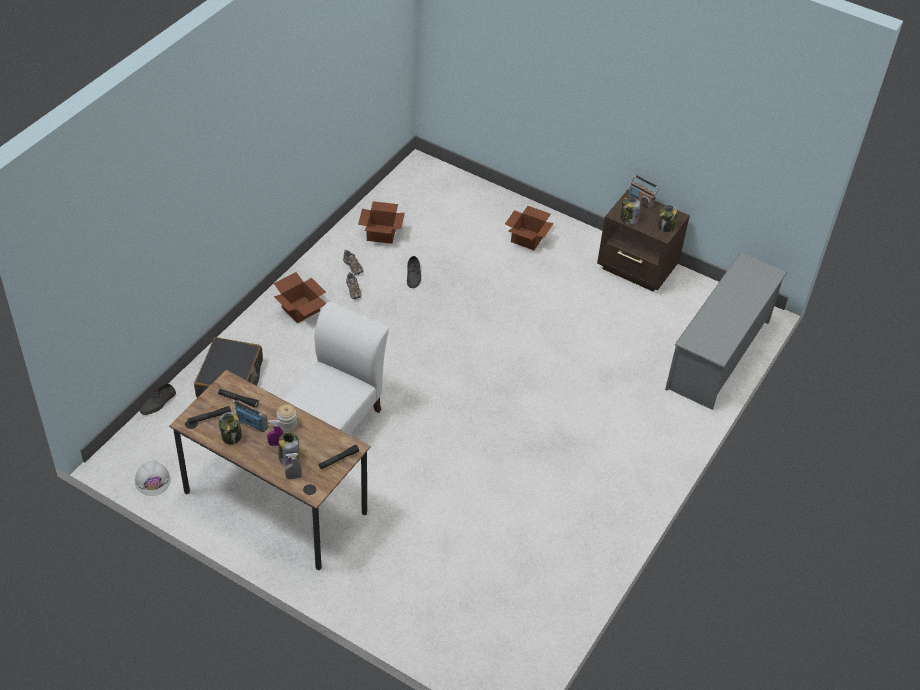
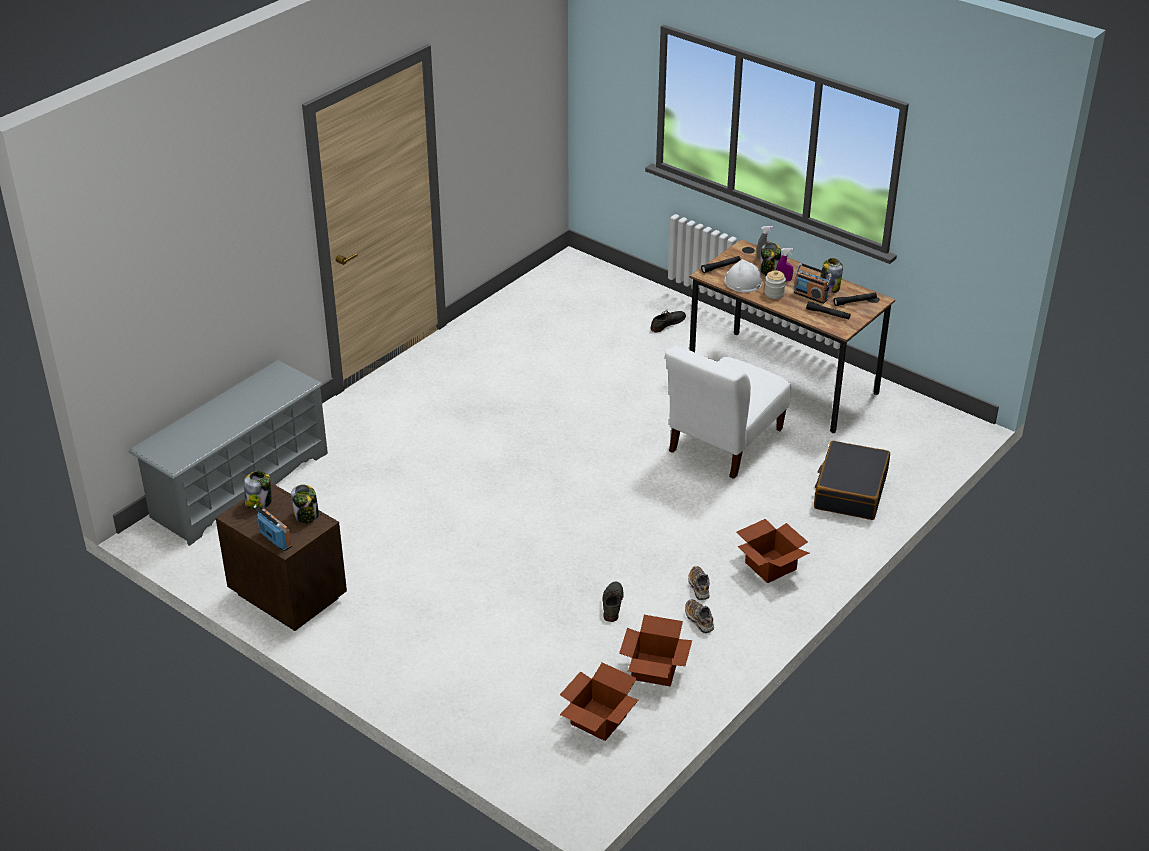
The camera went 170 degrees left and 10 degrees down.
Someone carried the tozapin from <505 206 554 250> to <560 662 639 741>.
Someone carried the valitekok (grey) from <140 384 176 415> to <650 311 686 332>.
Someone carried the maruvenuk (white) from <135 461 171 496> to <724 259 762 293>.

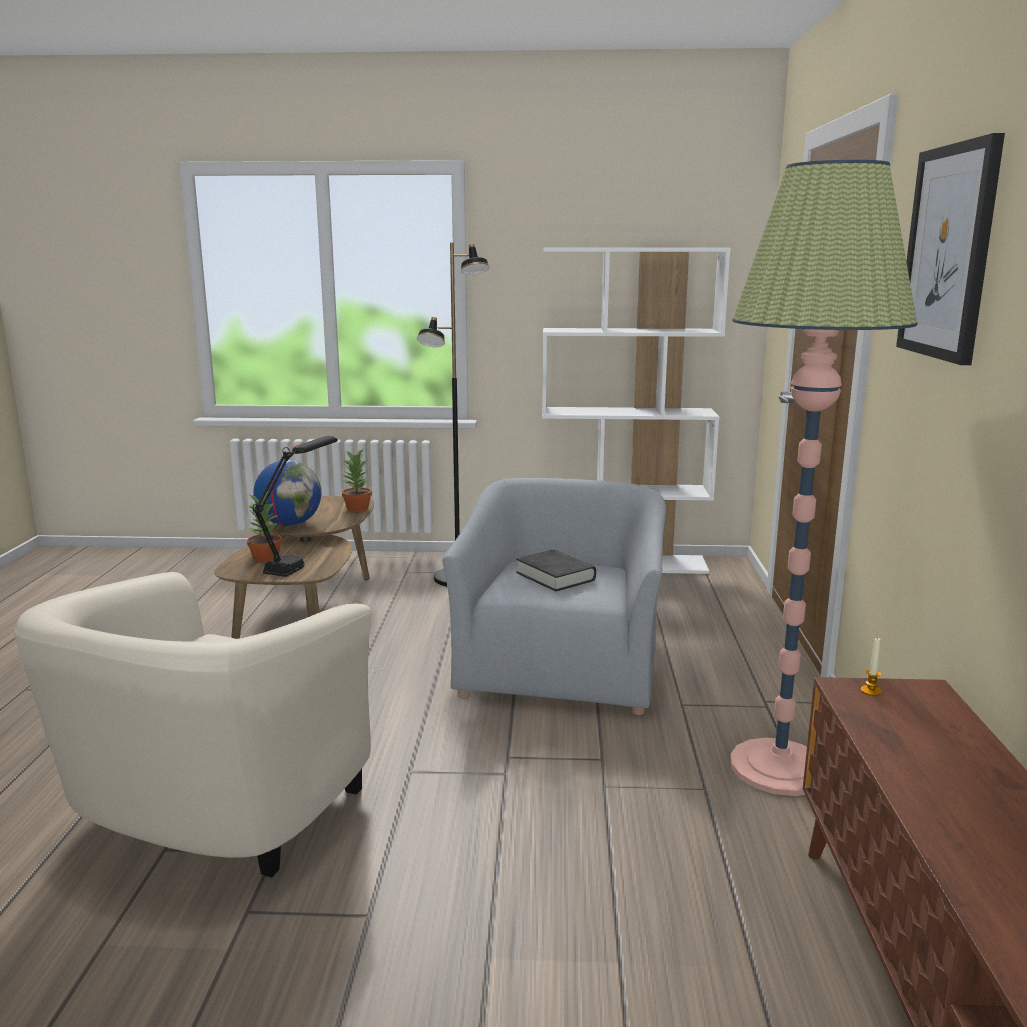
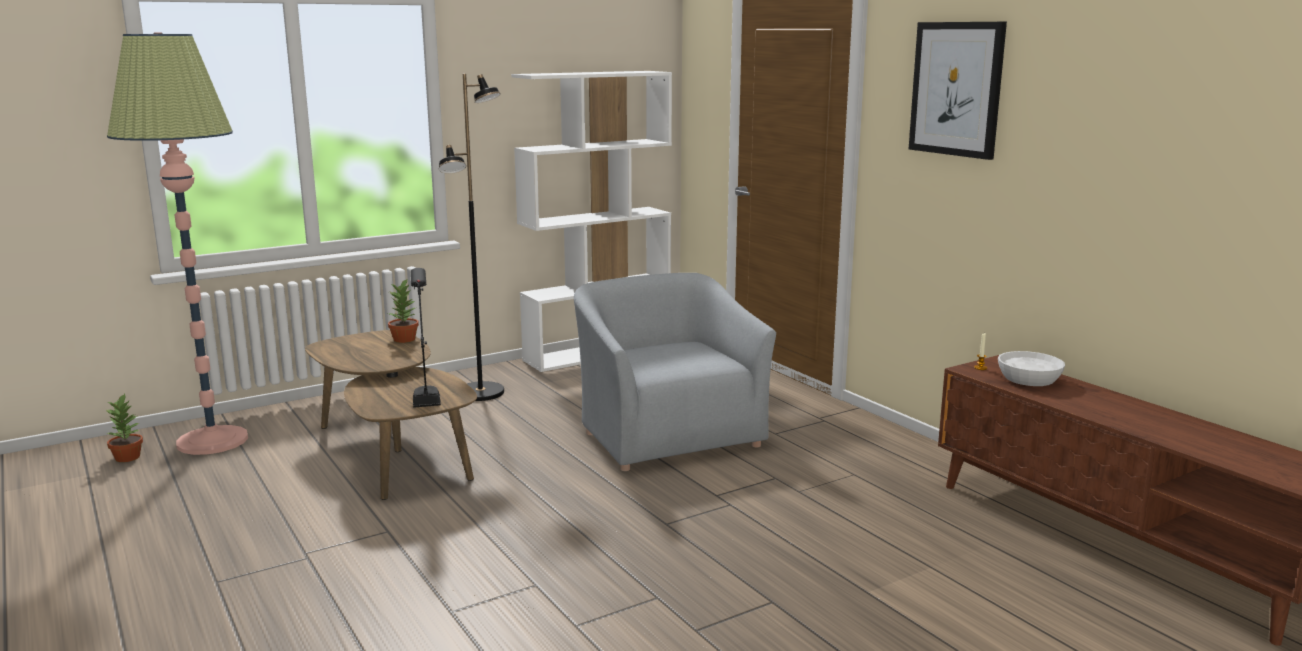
The camera went 35 degrees left and 0 degrees up.
Someone carried the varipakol from <246 491 282 562> to <105 394 143 462>.
Someone carried the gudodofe from <730 160 917 796> to <107 32 248 455>.
Someone put down the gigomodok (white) at <998 351 1065 386>.
Someone took away the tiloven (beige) at <15 572 371 878>.
Someone took away the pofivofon at <254 460 321 526>.
Someone took away the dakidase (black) at <516 550 596 591>.

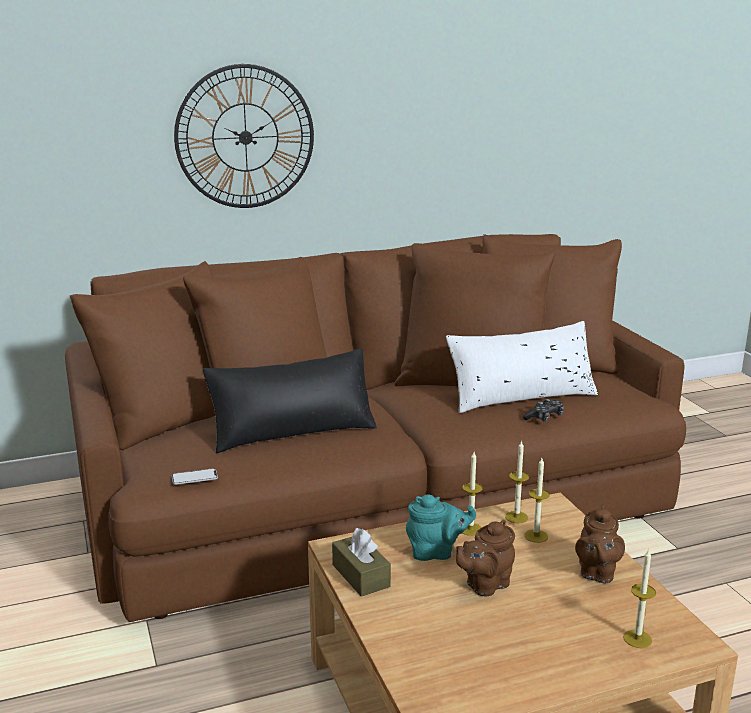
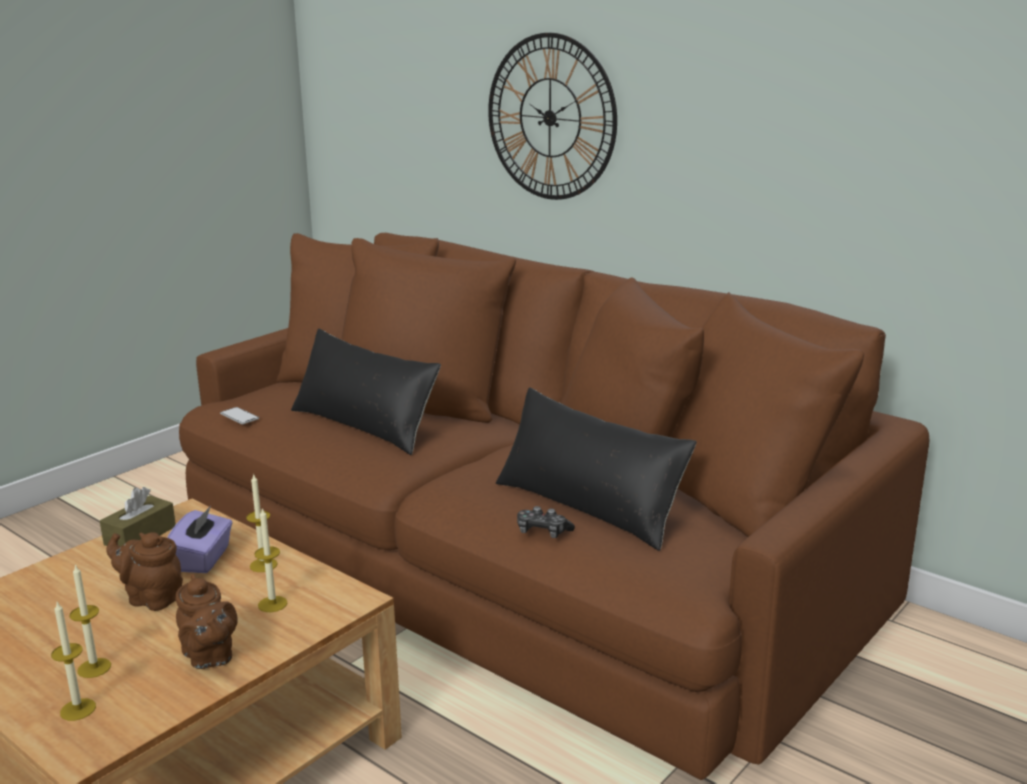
The camera went 60 degrees right and 0 degrees up.
Someone carried the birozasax from <505 440 529 523> to <69 564 111 678>.
Someone swapped the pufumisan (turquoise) at <406 495 476 561> for the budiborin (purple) at <167 506 233 573>.
Someone rotated the pufumisan (brown) at <575 505 625 583> by 105 degrees counterclockwise.
Someone repainted the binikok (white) at <446 321 598 413>, which became the binikok (black) at <496 387 697 551>.

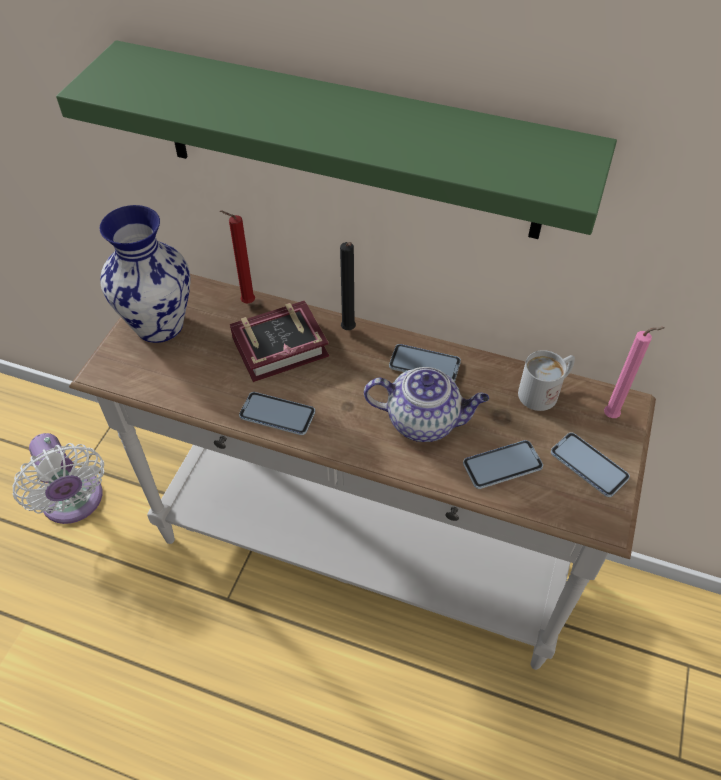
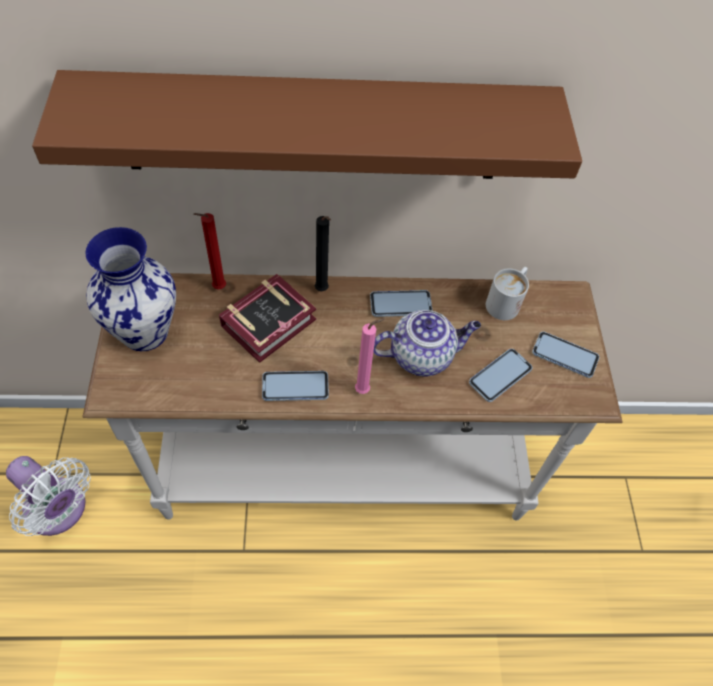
The camera went 25 degrees left and 5 degrees up.
Someone repainted the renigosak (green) at <56 40 617 239>, which became the renigosak (brown) at <32 70 582 179>.
Someone carried the birozasax (pink) from <604 327 665 418> to <355 318 385 394>.

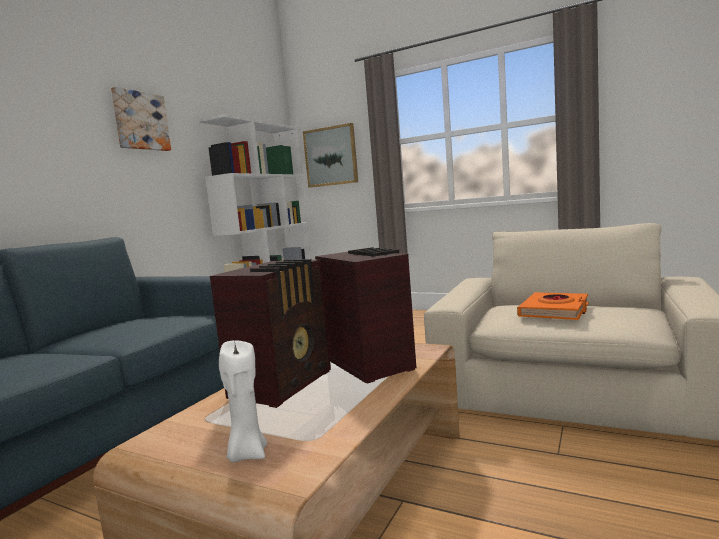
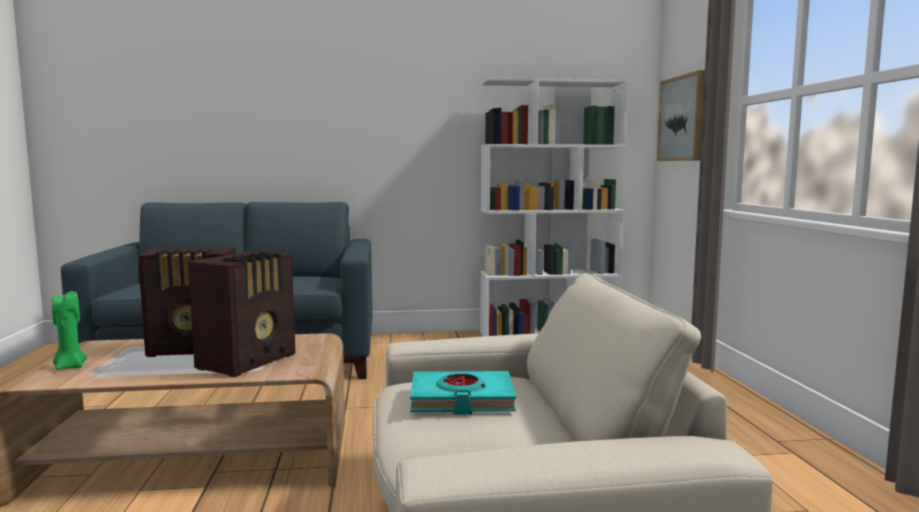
The camera went 55 degrees right and 0 degrees up.
Someone repainted the birozasax (white) at <219 340 267 462>, which became the birozasax (green) at <52 291 87 370>.
Someone repainted the dakidase (orange) at <517 292 589 320>, which became the dakidase (turquoise) at <410 371 516 415>.
Someone took away the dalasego at <111 87 171 151>.

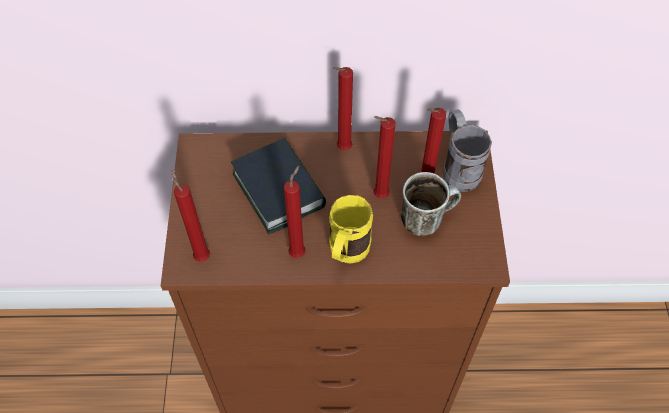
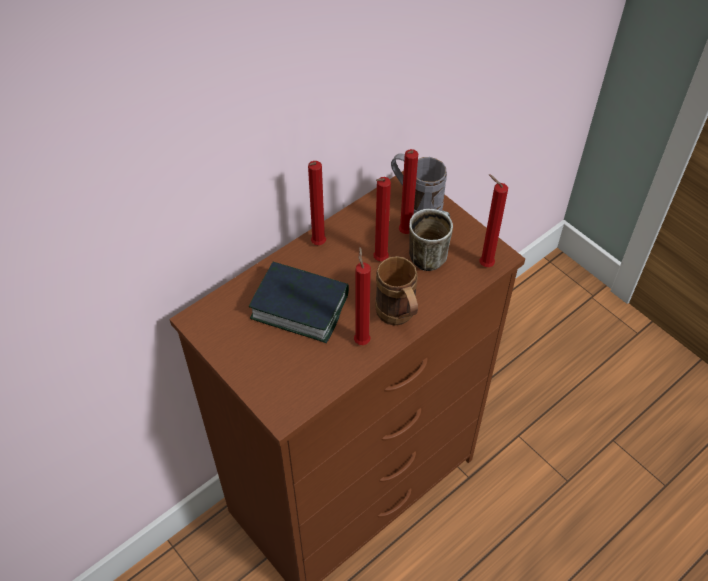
The camera went 40 degrees left and 5 degrees down.
Someone repainted the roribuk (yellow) at <329 195 373 263>, which became the roribuk (brown) at <375 256 418 326>.
Someone carried the birozasax (red) from <172 170 210 262> to <479 174 508 267>.

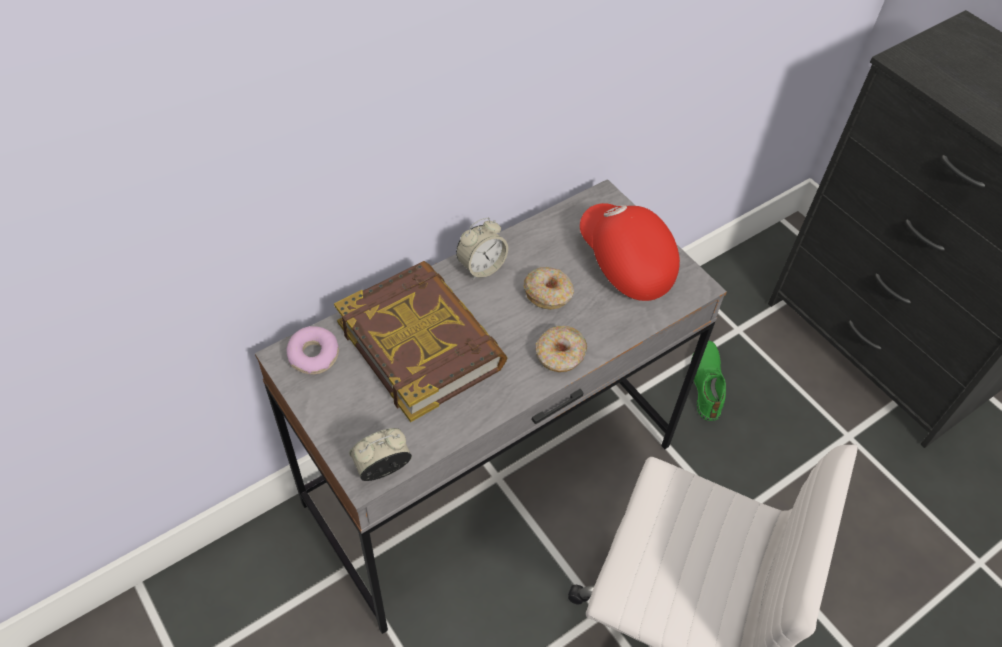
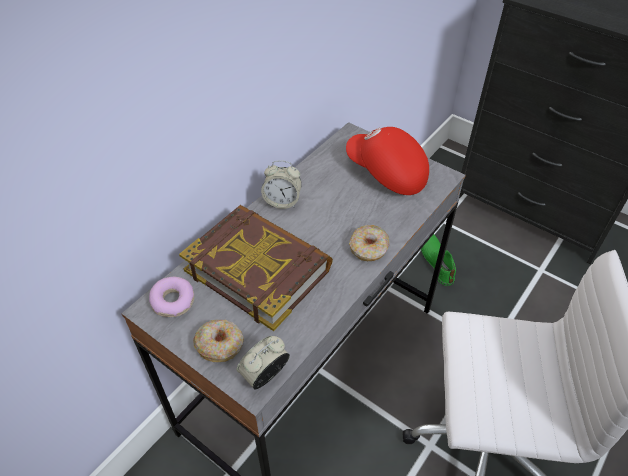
The camera went 15 degrees left and 5 degrees down.
Someone carried the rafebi from <524 267 574 310> to <193 320 244 362>.
Someone rotated the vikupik at <456 218 508 280> by 60 degrees clockwise.

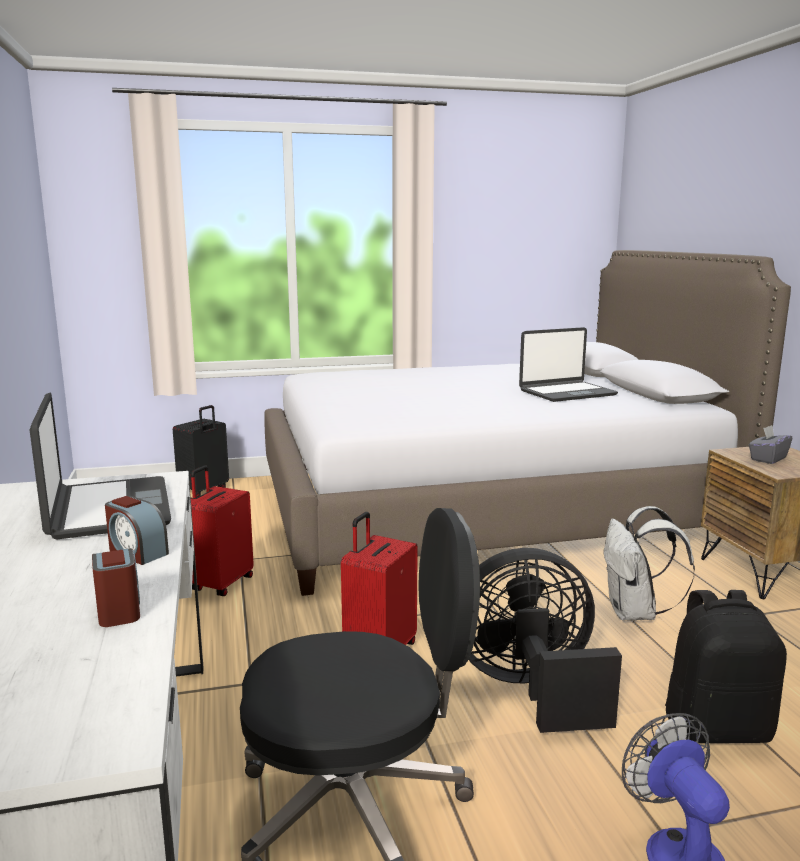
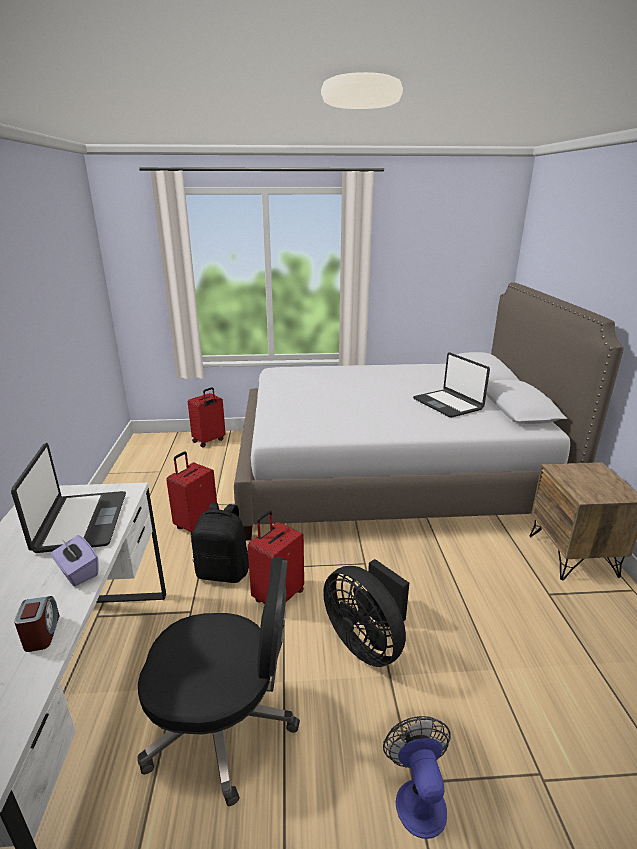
The camera went 10 degrees right and 10 degrees up.
Someone swapped the vikupik at <105 496 169 565> for the budiborin (purple) at <51 535 99 586>.
Someone repainted the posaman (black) at <173 405 229 498>, which became the posaman (red) at <188 387 226 447>.
Someone carried the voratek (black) from <665 590 787 743> to <191 503 249 583>.
Someone rotated the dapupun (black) at <469 548 622 733> by 135 degrees counterclockwise.
Someone rotated the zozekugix at <519 327 618 402> by 75 degrees clockwise.
Someone took away the voratek (white) at <604 506 695 621>.
Someone took away the budiborin (grey) at <749 425 792 464>.

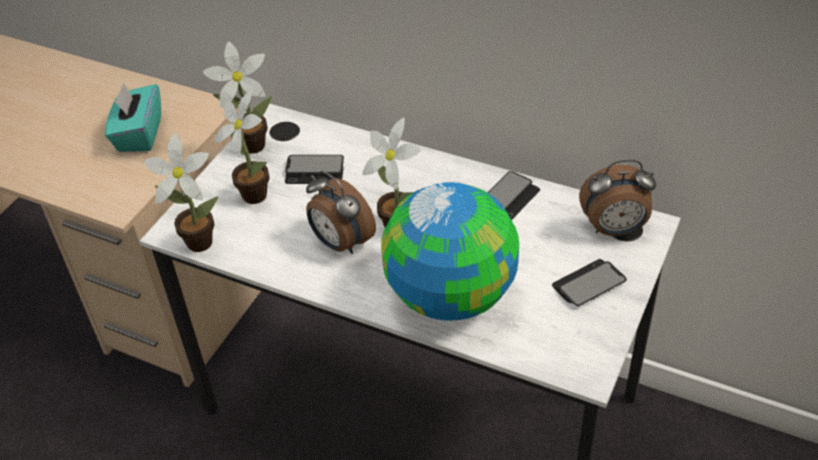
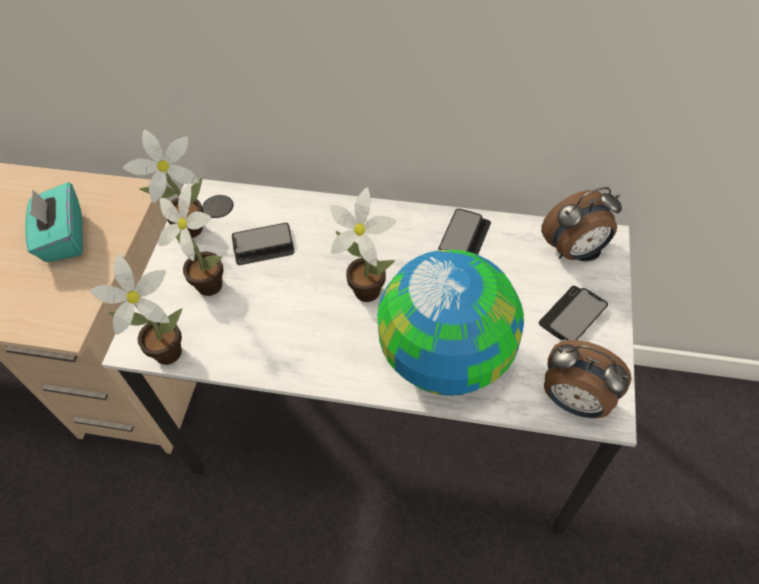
The camera went 15 degrees left and 10 degrees up.
Someone carried the vikupik from <306 171 376 254> to <544 340 632 418>.

